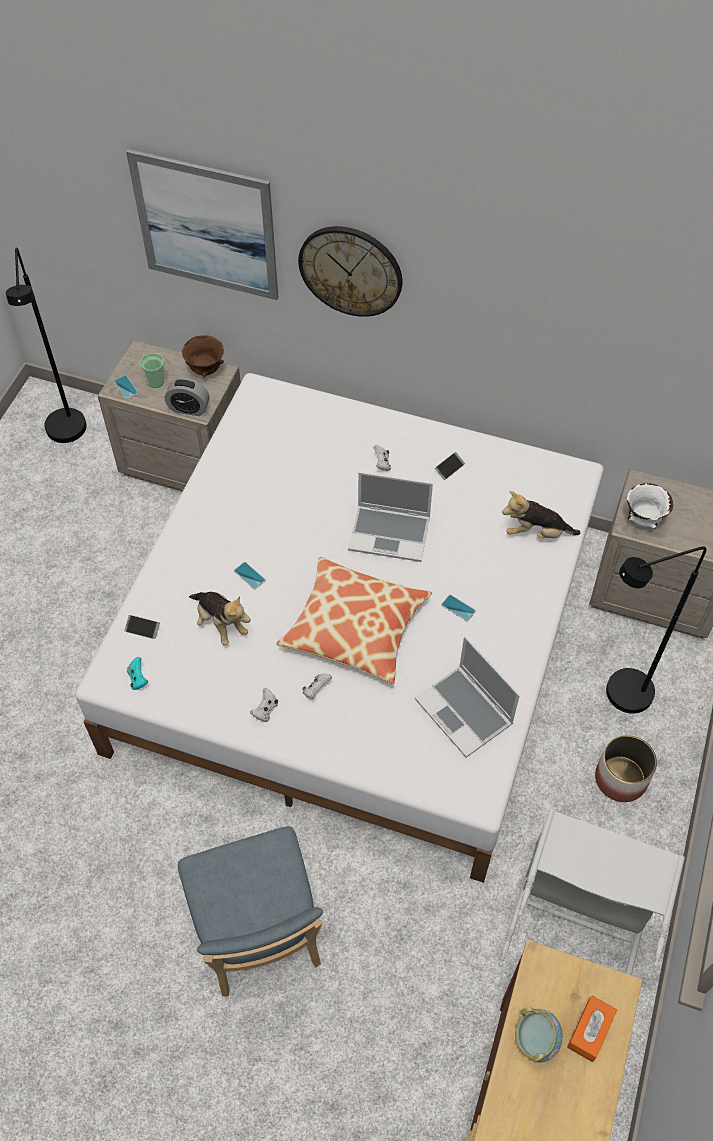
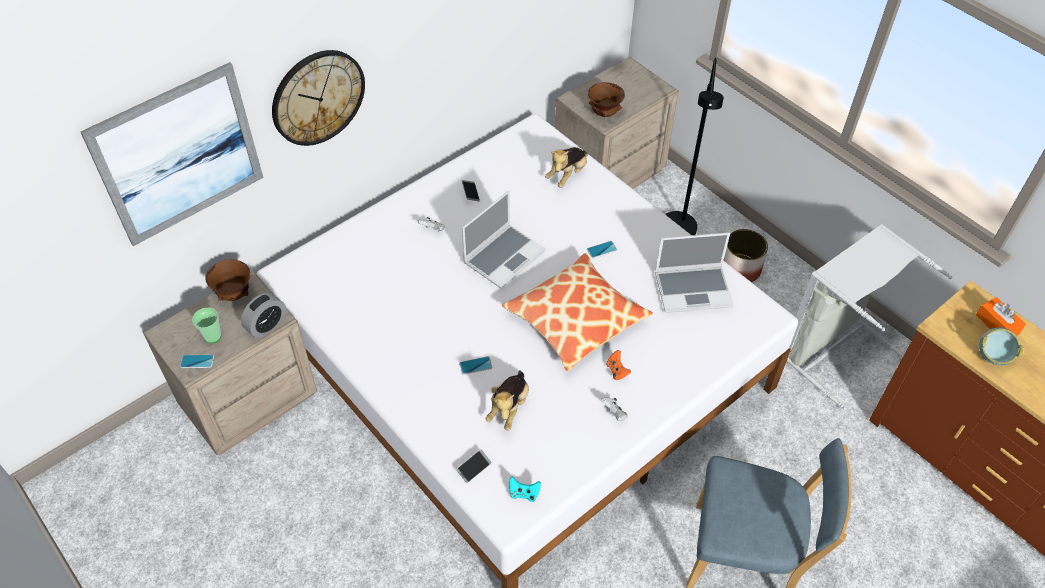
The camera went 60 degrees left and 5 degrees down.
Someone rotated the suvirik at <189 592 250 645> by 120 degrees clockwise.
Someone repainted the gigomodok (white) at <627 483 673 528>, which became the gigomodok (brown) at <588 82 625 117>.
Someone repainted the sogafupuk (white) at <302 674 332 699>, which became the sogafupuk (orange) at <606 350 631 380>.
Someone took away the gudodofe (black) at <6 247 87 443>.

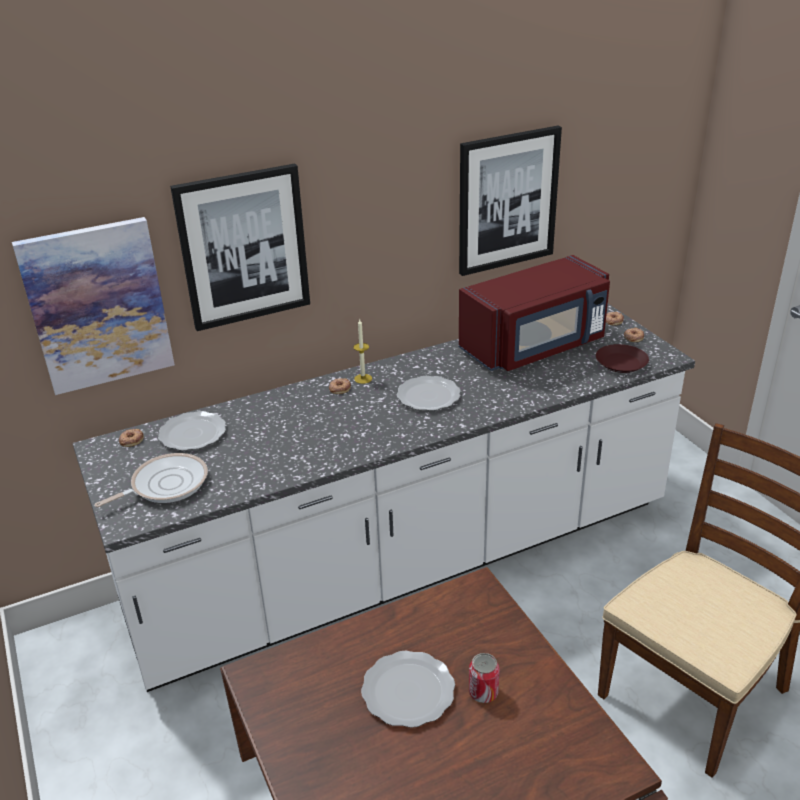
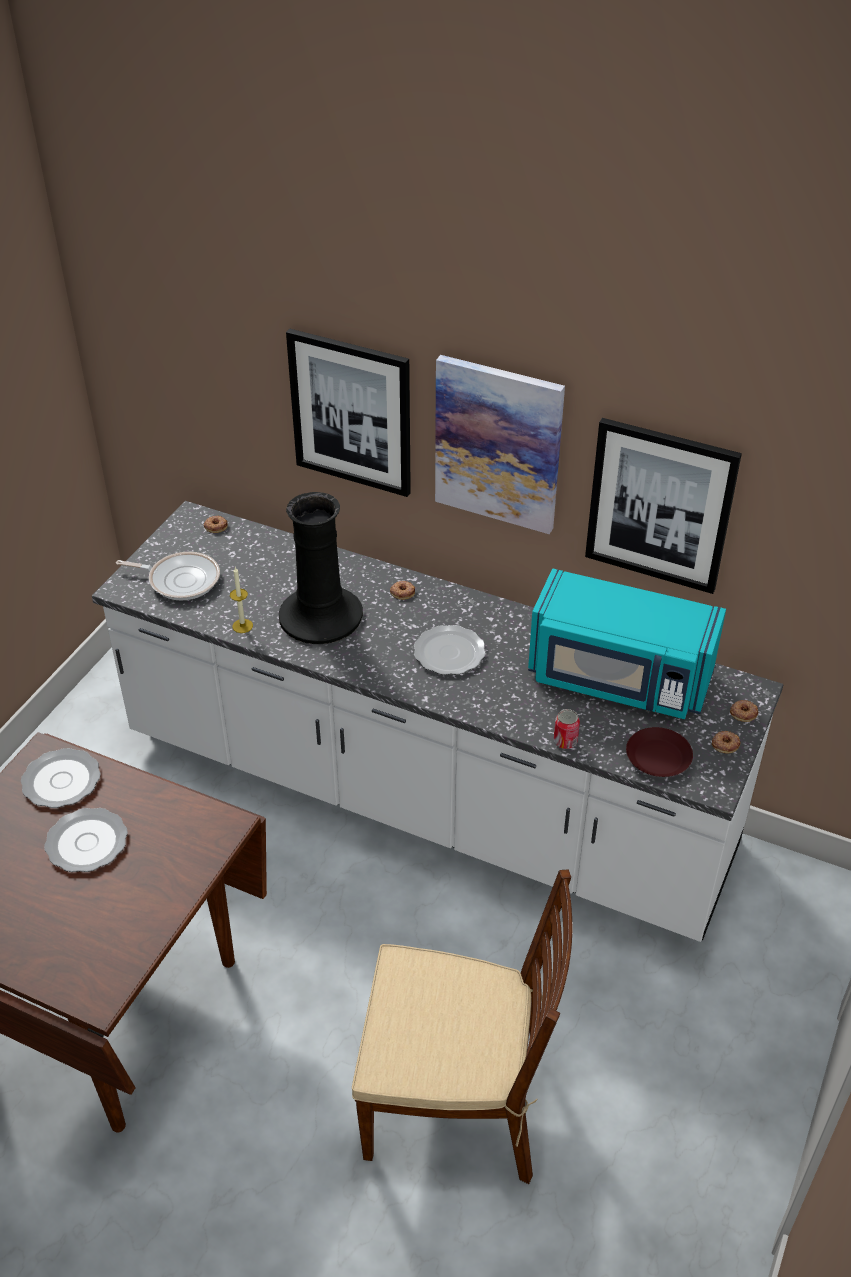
The camera went 50 degrees right and 10 degrees up.
Someone carried the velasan from <158 411 226 451> to <21 748 101 808>.
Someone carried the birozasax from <354 319 372 384> to <230 567 253 633>.
Someone put down the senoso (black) at <279 492 363 644>.
Someone carried the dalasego from <12 217 175 395> to <435 355 565 534>.
Someone repainted the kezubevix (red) at <459 255 610 371>, which became the kezubevix (turquoise) at <528 569 726 719>.
Someone carried the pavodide from <469 653 500 703> to <553 709 580 749>.

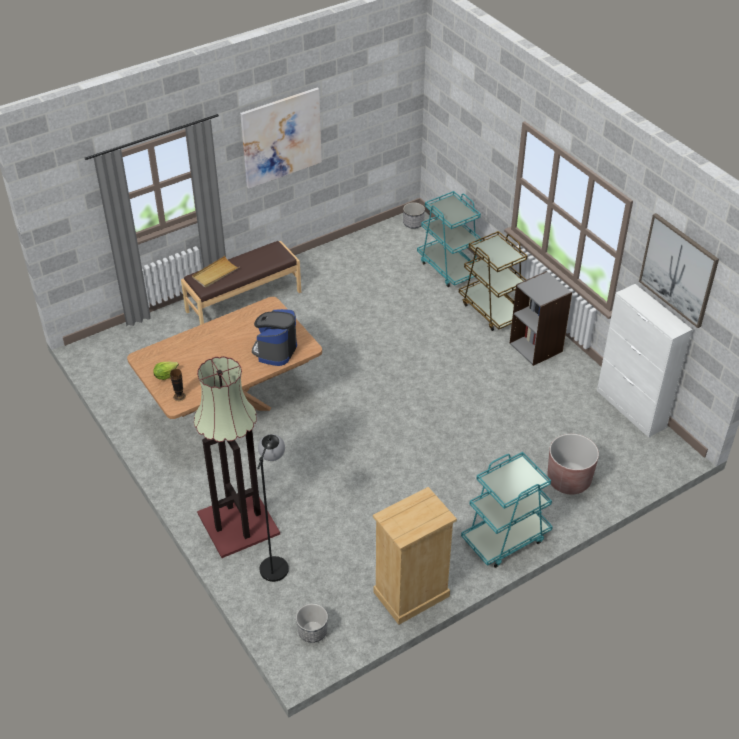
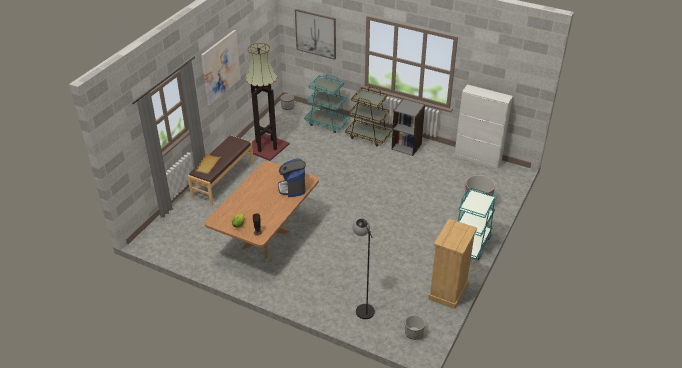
The camera went 30 degrees left and 5 degrees down.
Someone carried the gudodofe from <194 356 280 558> to <245 43 289 161>.
Someone carried the dalasego from <639 213 719 328> to <295 9 336 60>.

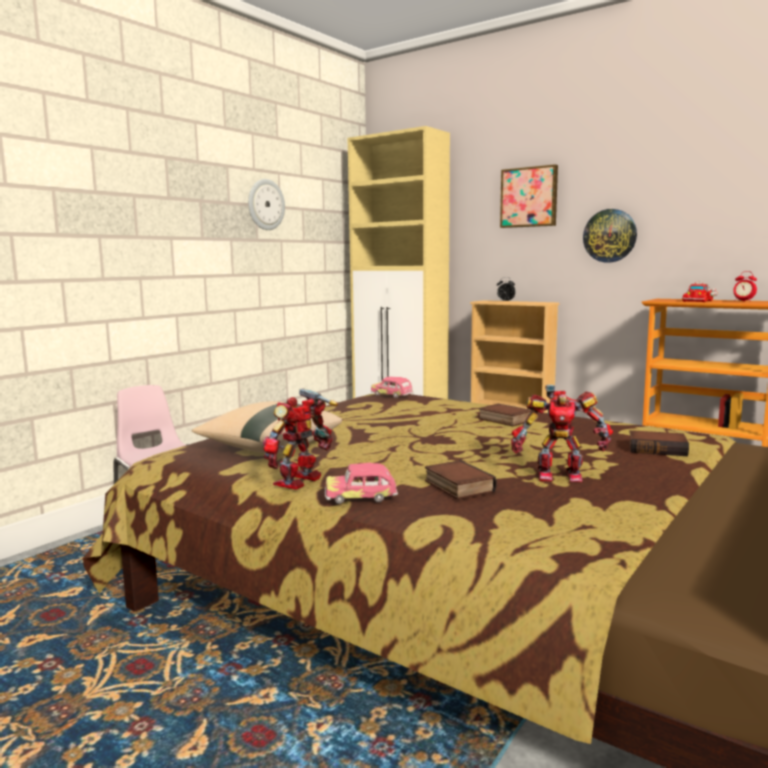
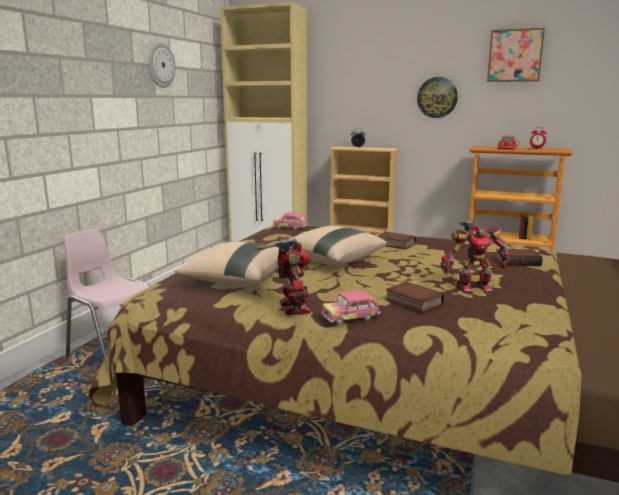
The camera went 15 degrees left and 5 degrees up.
Someone rotated the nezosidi at <262 388 338 490> by 150 degrees clockwise.
Someone put down the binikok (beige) at <290 226 387 265>.
Someone carried the dalasego from <500 164 558 228> to <487 28 545 82>.

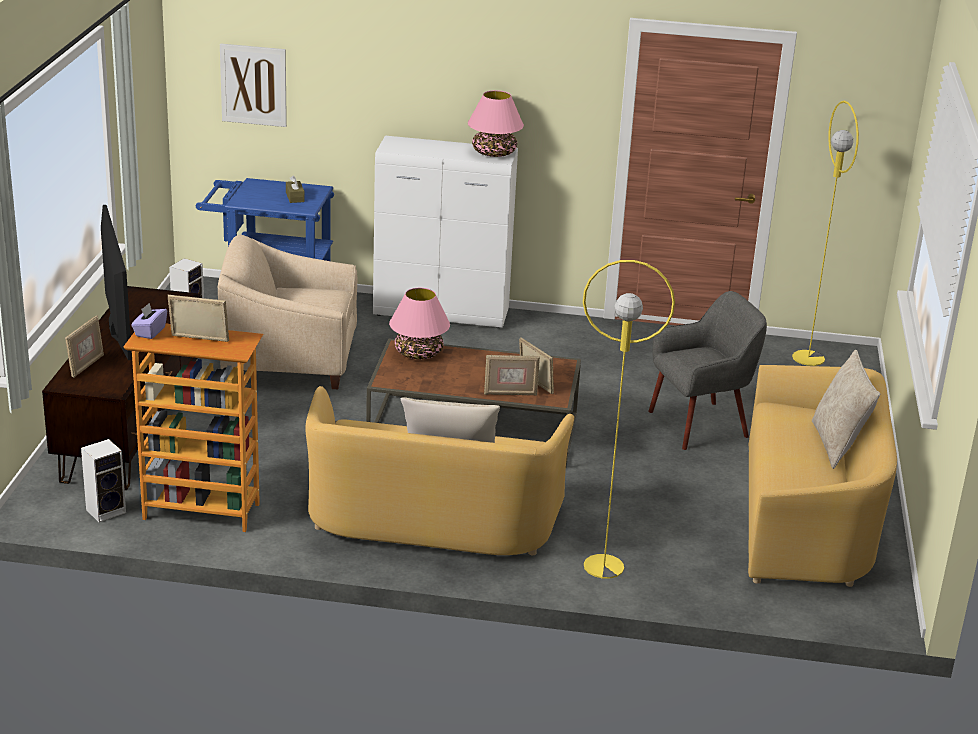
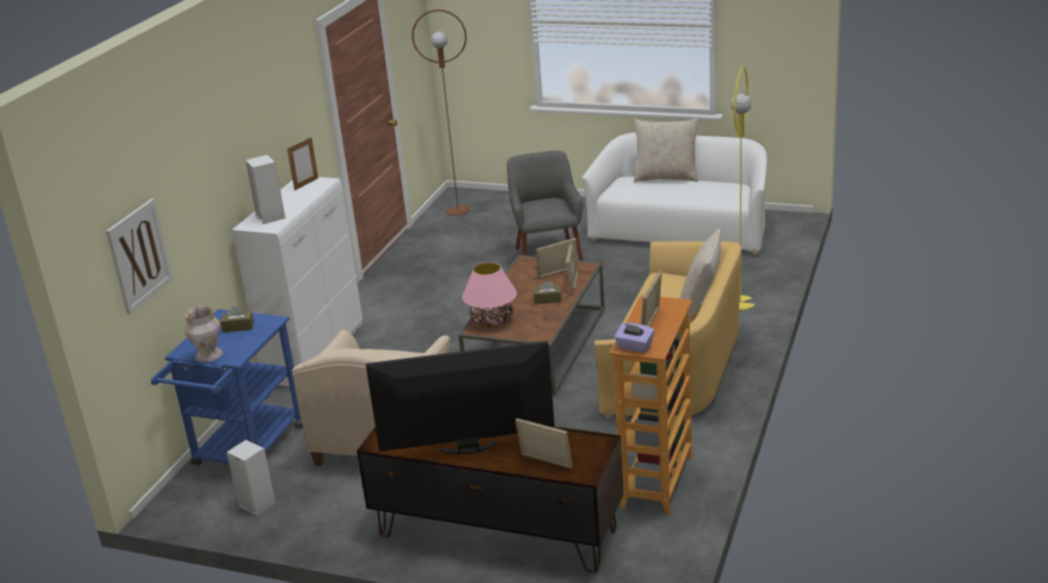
The camera went 75 degrees left and 0 degrees up.
Someone put down the senoso at <185 306 223 362>.
Someone carried the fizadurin from <81 439 126 522> to <245 154 285 224>.
Someone swapped the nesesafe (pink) at <468 90 524 157> for the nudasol at <287 137 318 190>.
Someone repainted the gudodofe (yellow) at <792 101 859 366>, which became the gudodofe (brown) at <412 10 470 216>.
Someone put down the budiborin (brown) at <533 280 561 304>.
Someone repainted the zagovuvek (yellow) at <748 365 897 587>, which became the zagovuvek (white) at <582 133 767 255>.

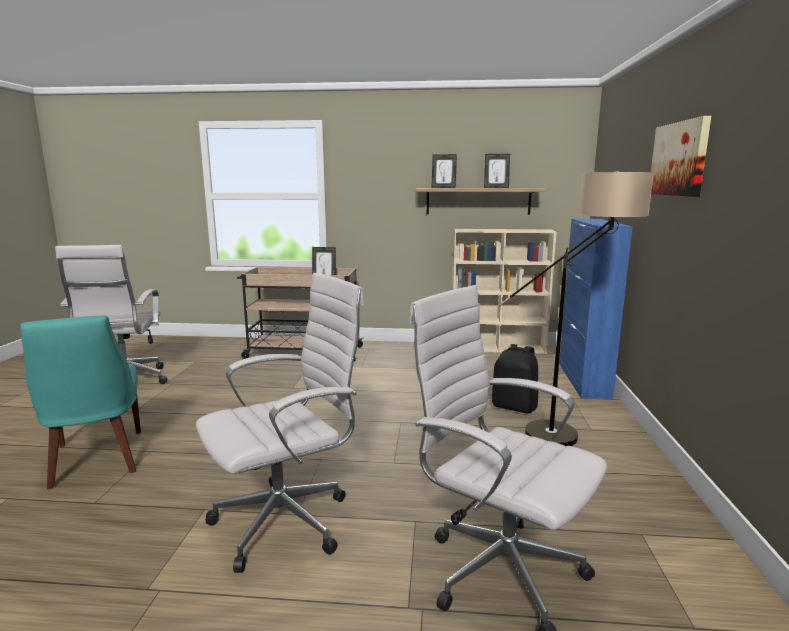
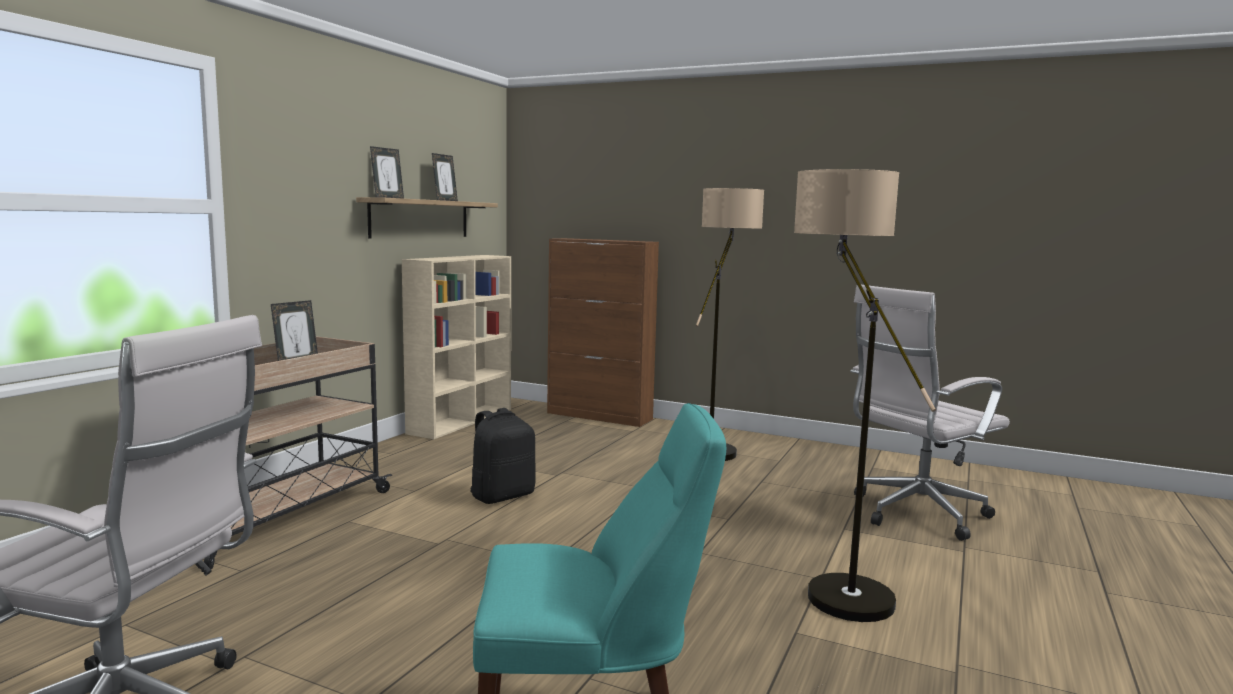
The camera went 70 degrees left and 5 degrees down.
Someone carried the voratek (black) from <492 344 538 413> to <471 408 536 504>.
Someone repainted the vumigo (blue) at <559 219 633 399>, which became the vumigo (brown) at <547 238 659 427>.
Someone swapped the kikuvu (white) at <196 273 364 573> for the gudodofe at <794 169 936 622>.
Someone took away the dalasego at <651 116 711 197>.

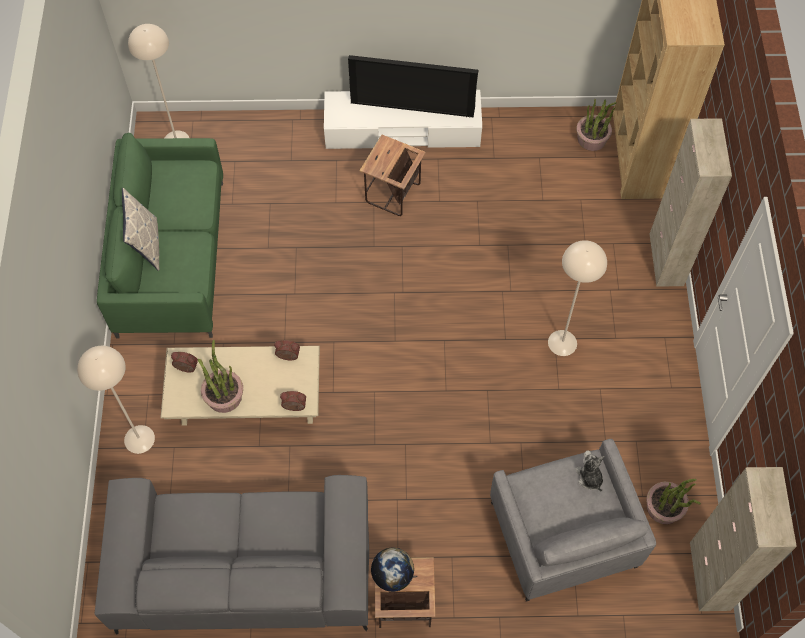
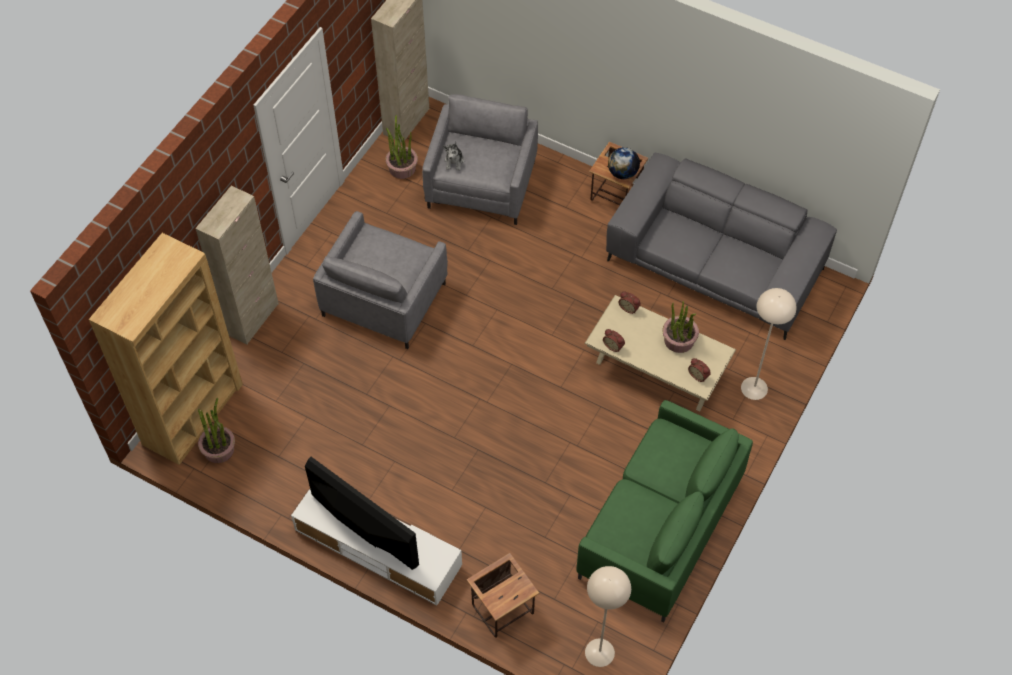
The camera went 150 degrees left and 5 degrees down.
Someone swapped the gudodofe (beige) at <548 240 607 356> for the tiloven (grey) at <313 211 448 349>.
Someone carried the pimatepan from <359 135 426 216> to <467 553 539 638>.
Someone took away the binikok at <122 188 160 271>.

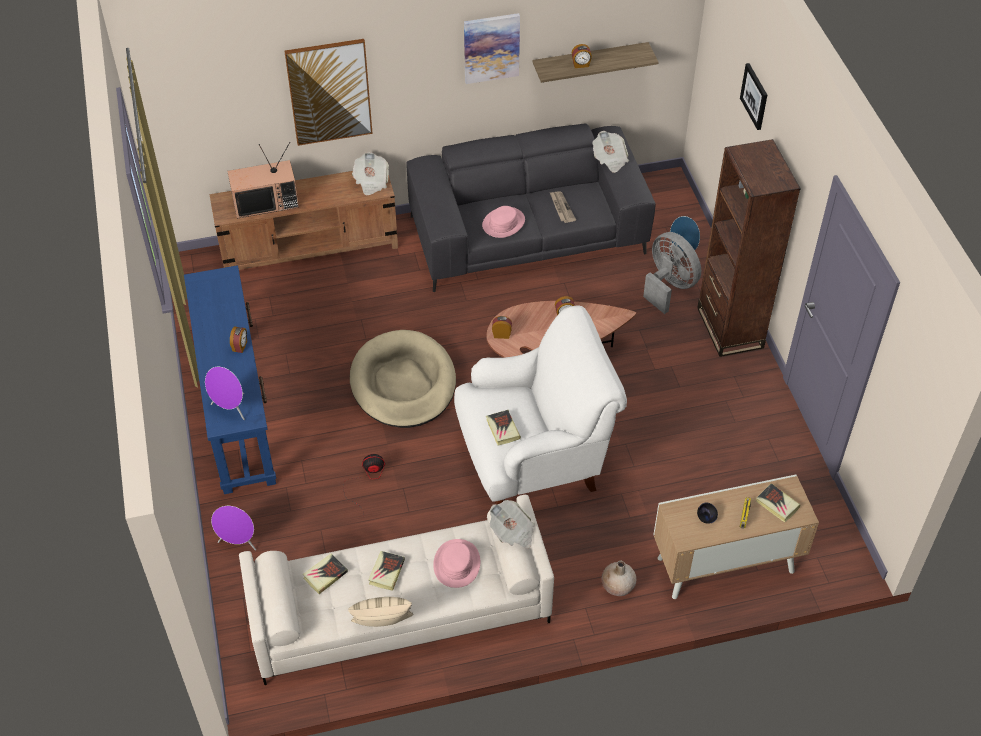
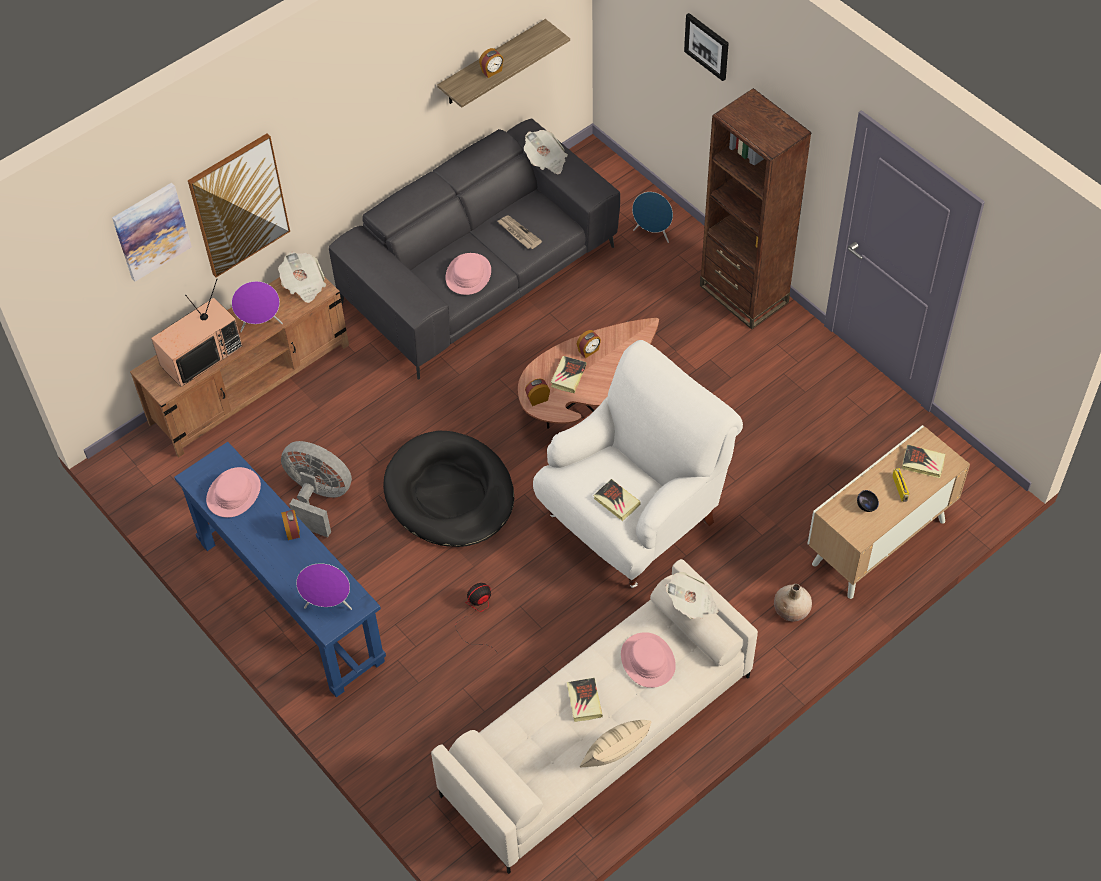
The camera went 25 degrees left and 5 degrees up.
Someone carried the dalasego from <464 13 520 84> to <112 183 192 282>.
Someone put down the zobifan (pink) at <206 467 261 517>.
Someone carried the fizadurin (purple) from <211 506 256 551> to <231 281 283 332>.
Someone carried the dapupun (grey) from <643 232 701 314> to <281 441 352 537>.
Someone repainted the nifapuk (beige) at <350 330 456 428>, which became the nifapuk (black) at <383 431 514 547>.
Someone carried the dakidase from <303 554 348 594> to <551 356 586 393>.

